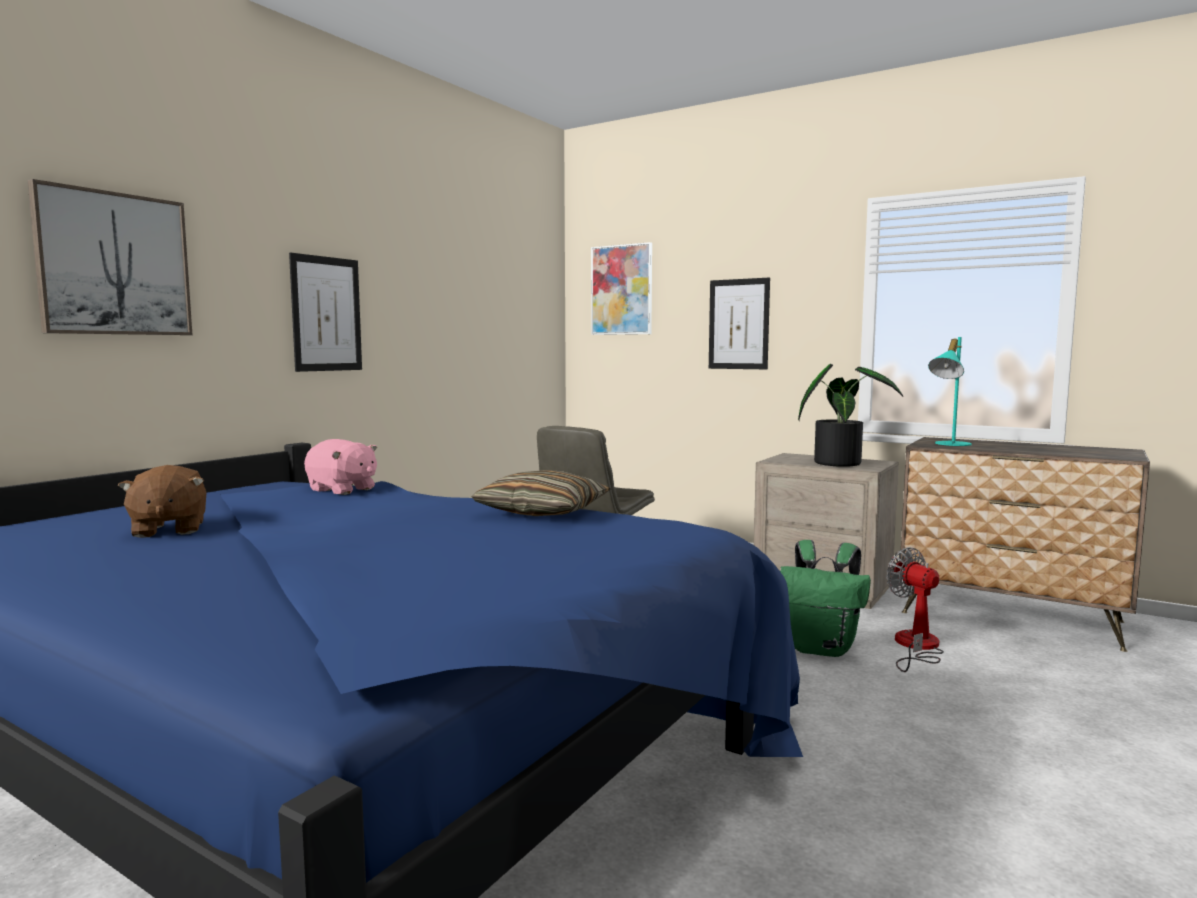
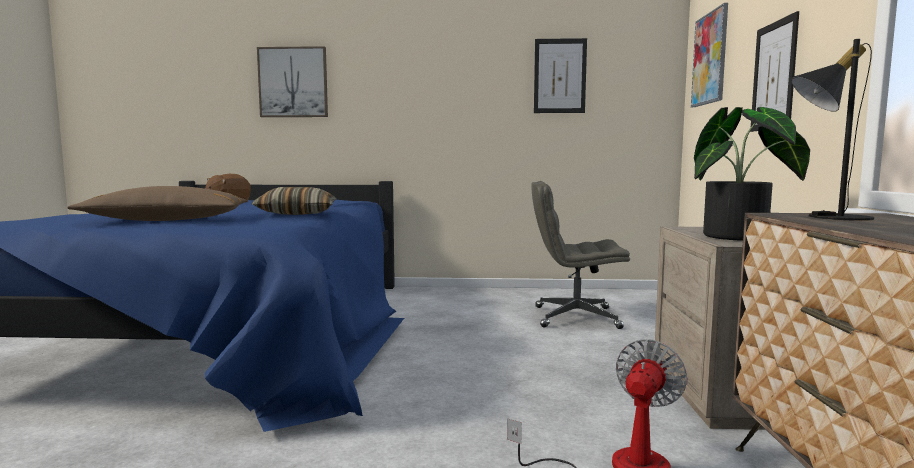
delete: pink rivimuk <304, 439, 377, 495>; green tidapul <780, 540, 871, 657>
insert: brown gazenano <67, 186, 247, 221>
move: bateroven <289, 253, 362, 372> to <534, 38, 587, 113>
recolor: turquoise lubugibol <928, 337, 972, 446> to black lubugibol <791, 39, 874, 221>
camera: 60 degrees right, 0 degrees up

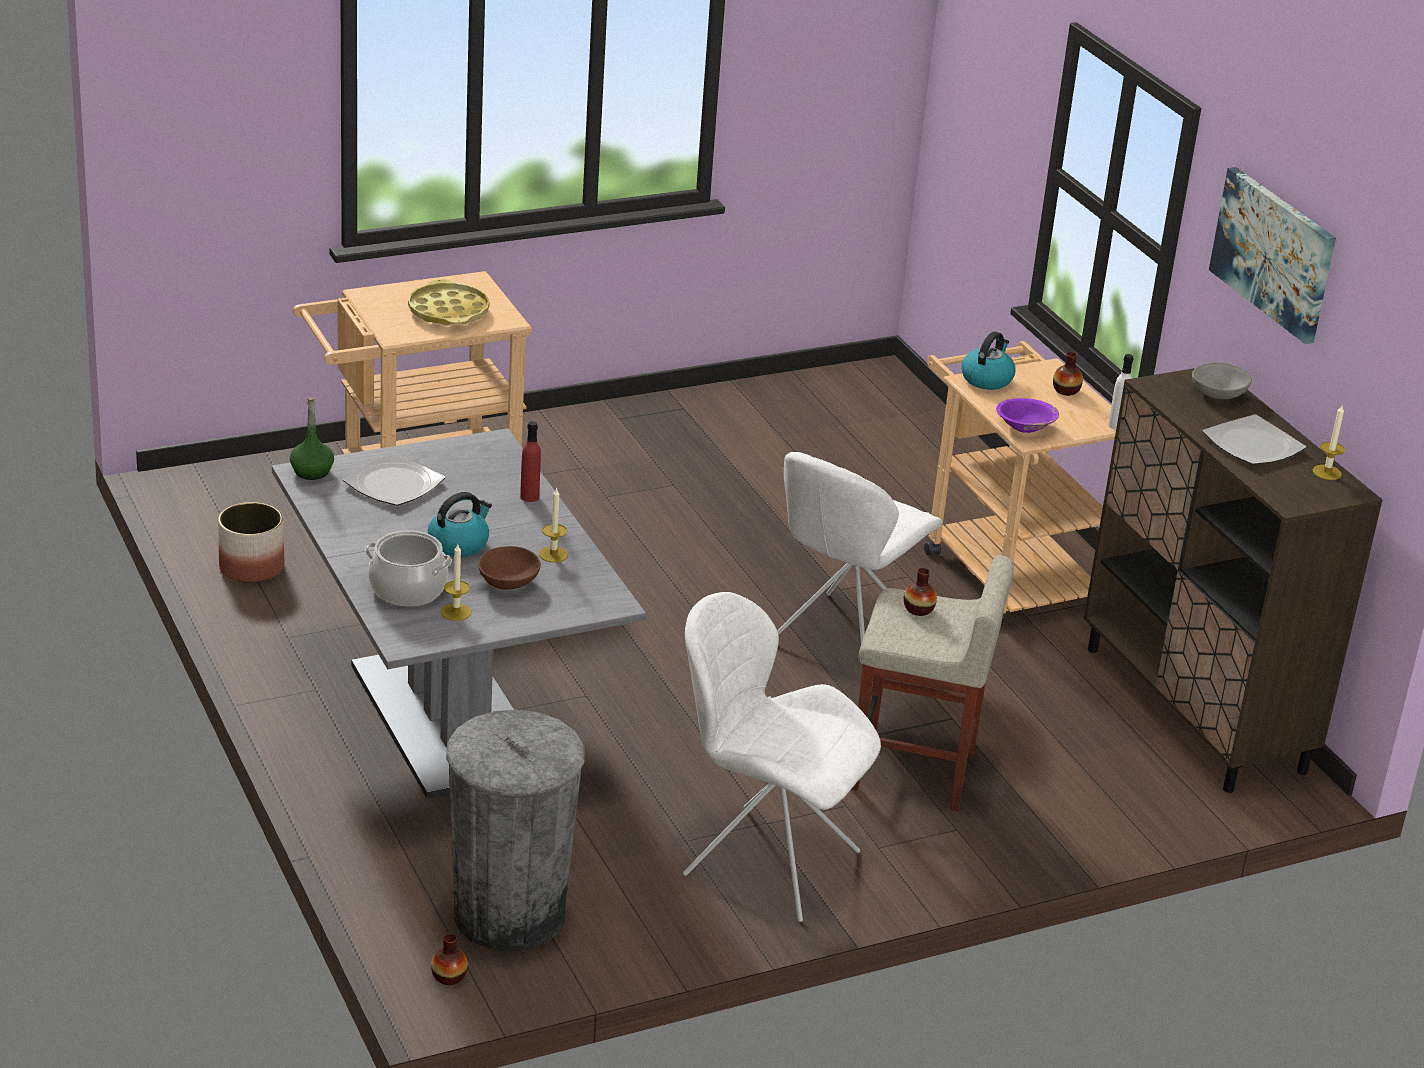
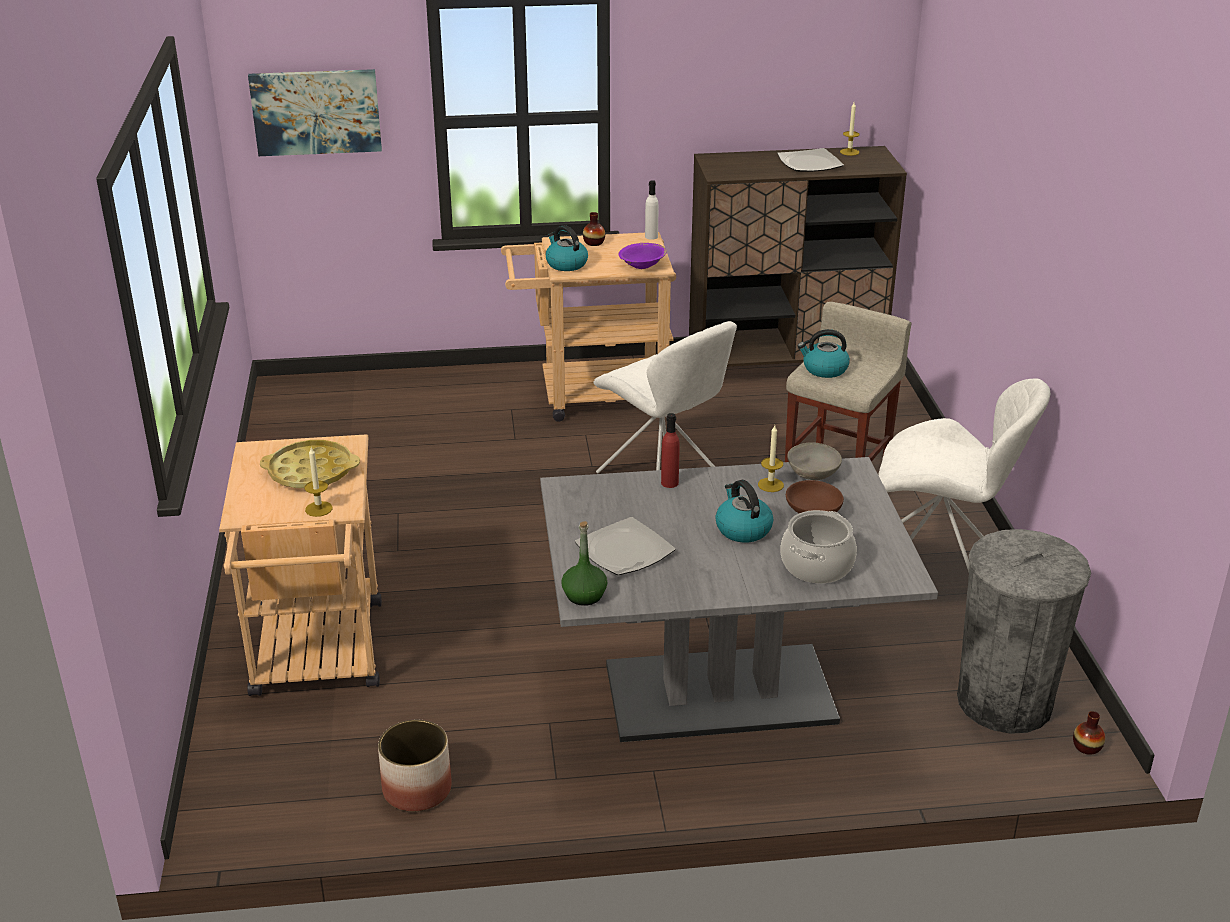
move: bateroven <1209, 167, 1336, 344> to <248, 69, 382, 156>; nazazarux <441, 544, 471, 621> to <304, 448, 333, 517>; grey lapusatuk <1192, 363, 1252, 399> to <787, 442, 842, 480>
replace: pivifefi <904, 568, 937, 616> to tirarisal <798, 329, 850, 378>
rotate: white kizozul <683, 592, 881, 922> = <878, 378, 1050, 572> 120 degrees counterclockwise
camera: 70 degrees left, 0 degrees up

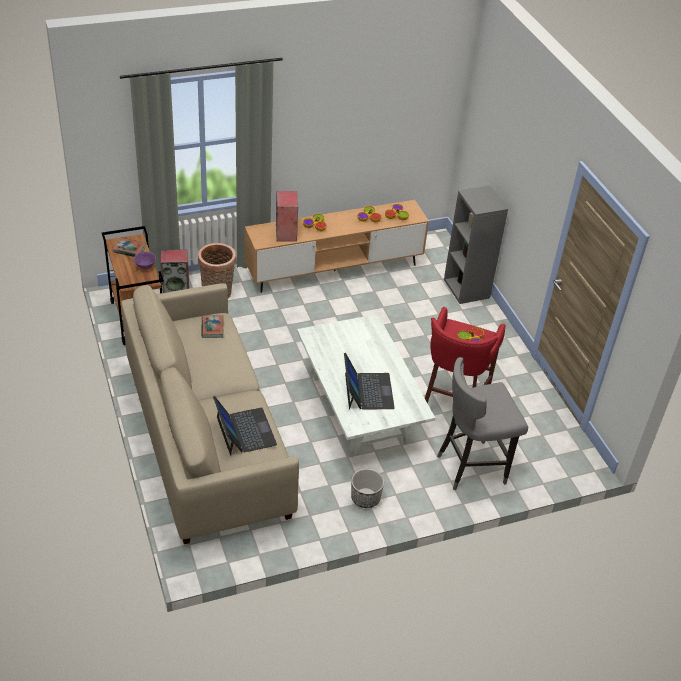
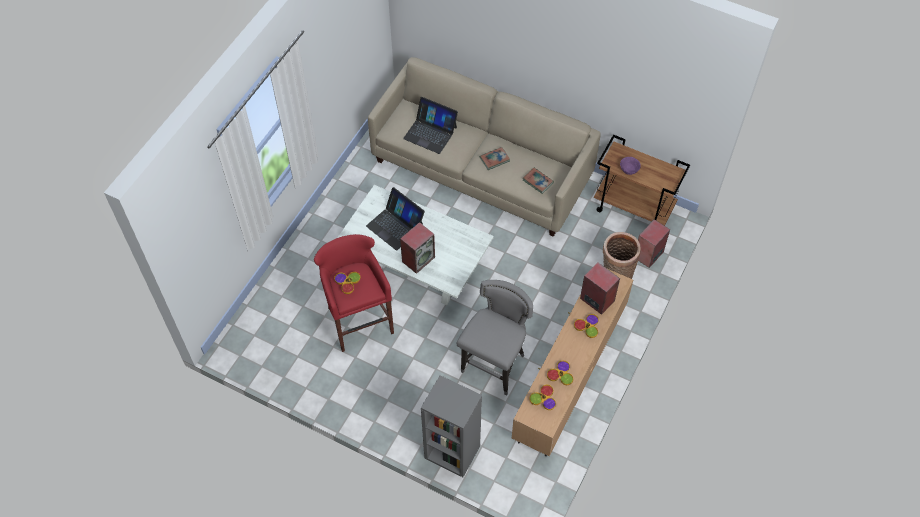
delete: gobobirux <351, 469, 384, 508>
insert: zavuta <400, 222, 435, 274>
move: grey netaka <437, 357, 528, 490> to <457, 280, 533, 395>; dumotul <113, 238, 146, 257> to <480, 147, 510, 170>
camera: 140 degrees right, 15 degrees up

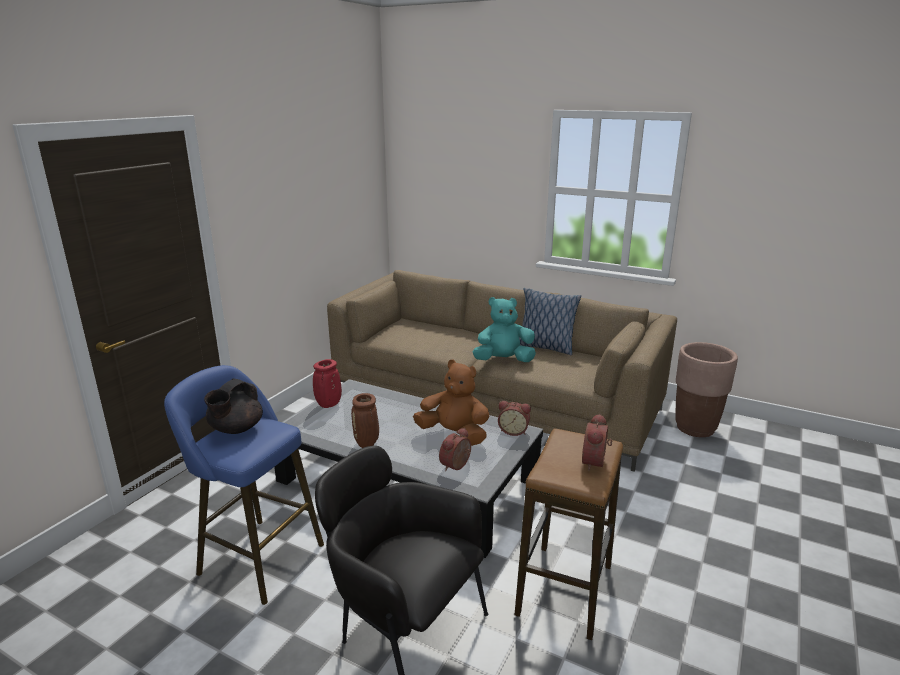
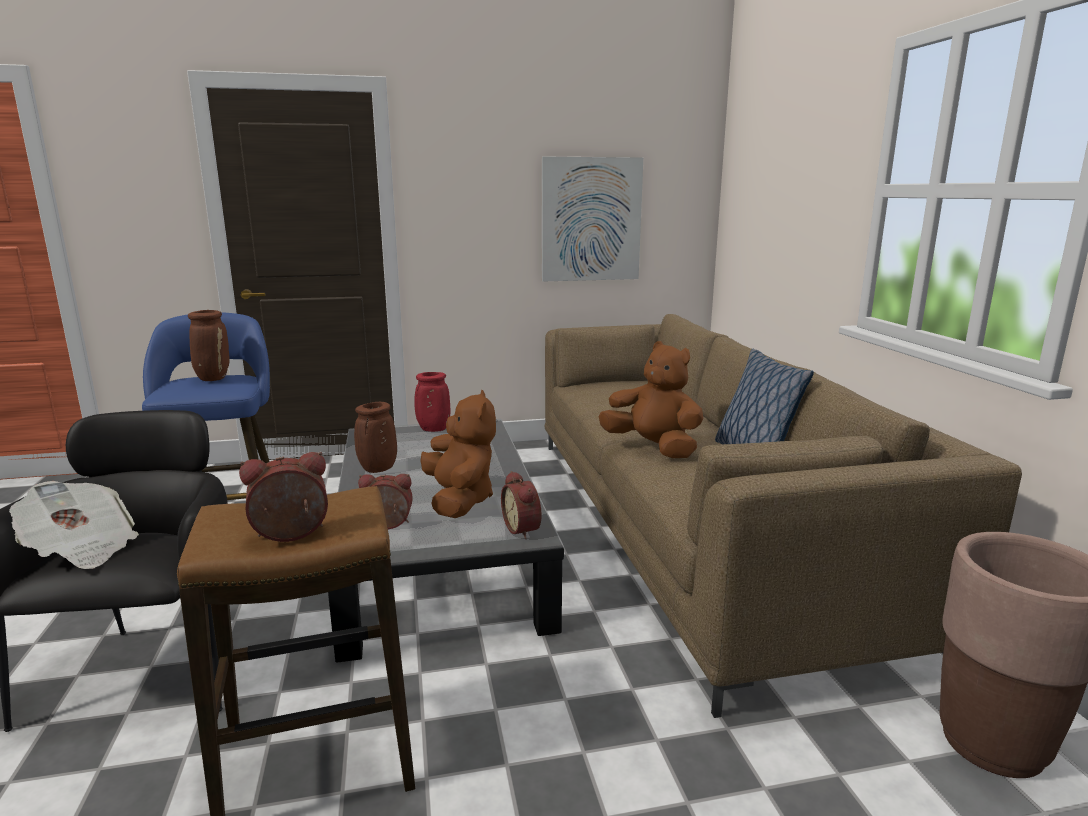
insert: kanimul <9, 481, 139, 569>; bateroven <542, 156, 643, 282>
replace: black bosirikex <204, 379, 263, 434> to brown pivifefi <188, 310, 230, 381>
recolor: turquoise rivimuk <473, 297, 536, 362> to brown rivimuk <598, 341, 703, 458>
camera: 50 degrees right, 5 degrees down

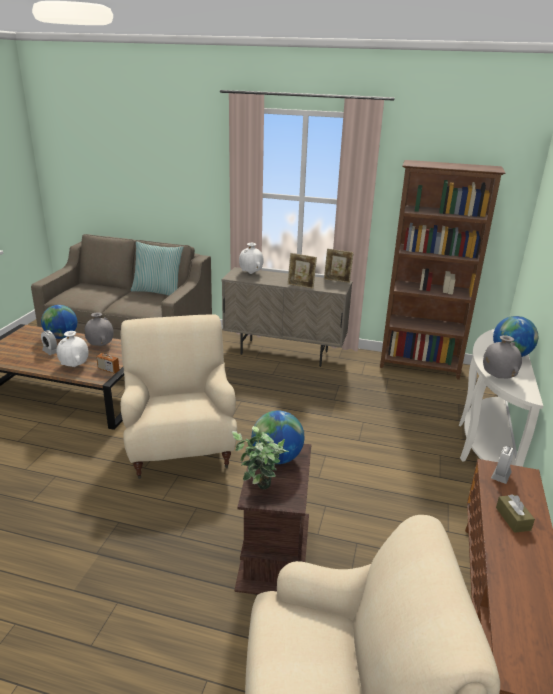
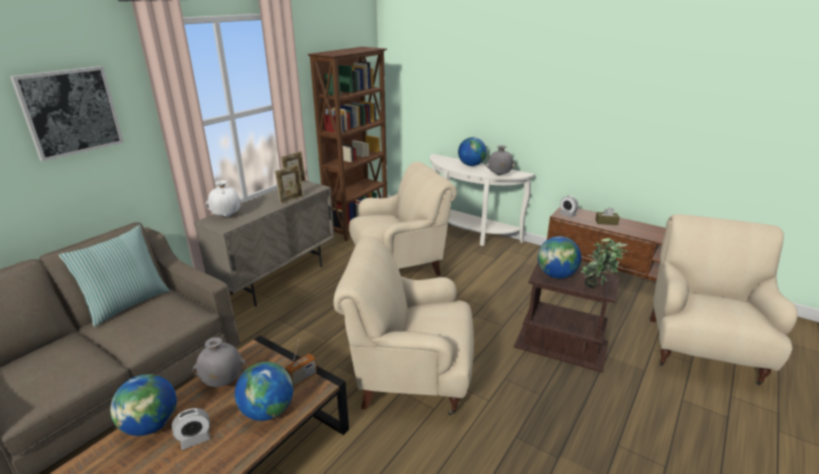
insert: bateroven <10, 66, 124, 161>; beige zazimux <349, 162, 457, 276>
replace: white pivifefi <57, 331, 89, 367> to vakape <235, 362, 293, 421>
camera: 70 degrees left, 0 degrees up

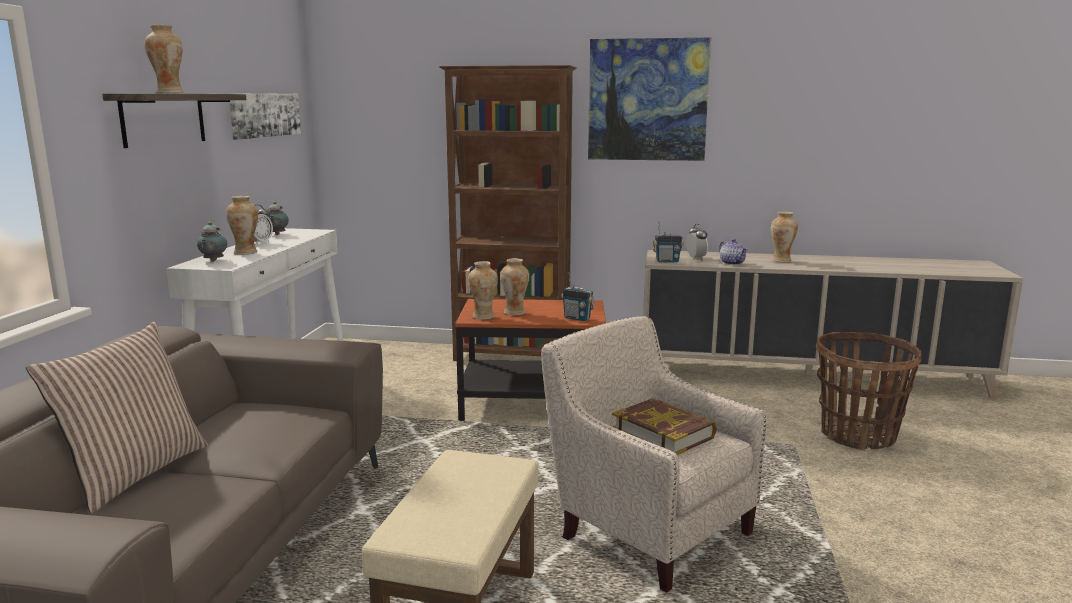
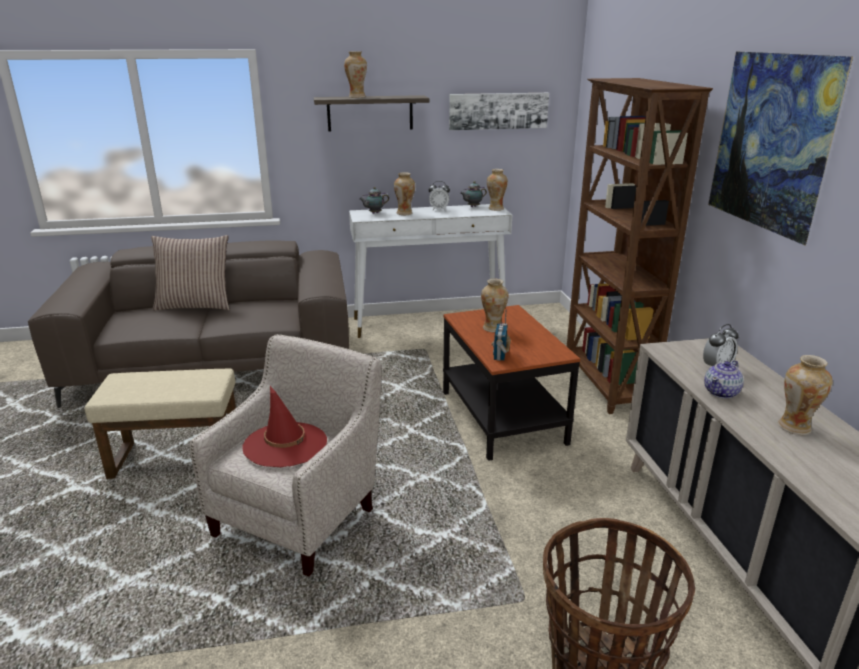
delete: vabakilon <653, 221, 684, 263>
move: pivifefi <468, 261, 498, 320> to <487, 169, 508, 211>
replace: dumotul <612, 398, 717, 455> to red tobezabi <243, 386, 327, 467>
camera: 70 degrees right, 10 degrees up

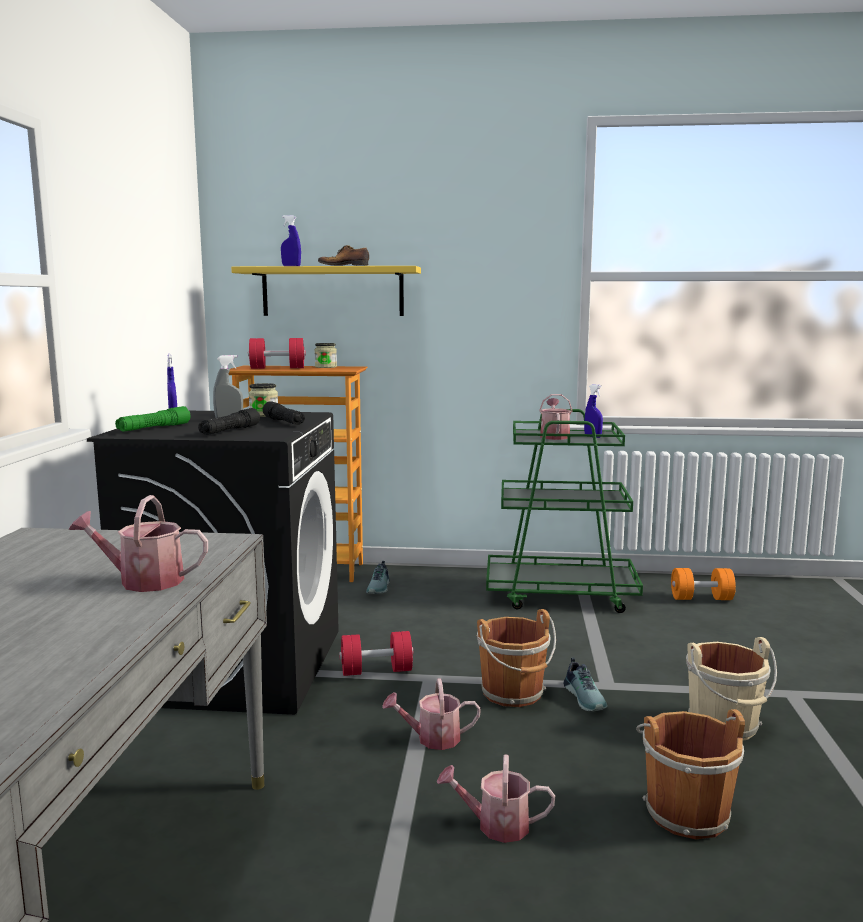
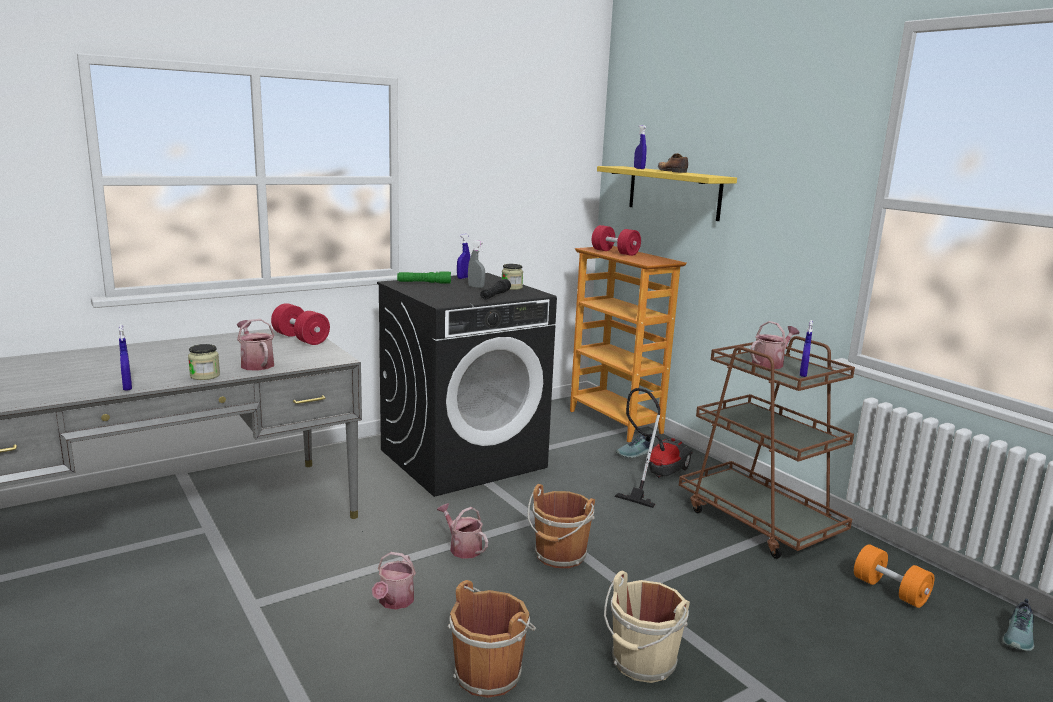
delete: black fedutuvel <198, 408, 260, 435>
insert: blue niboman <119, 324, 132, 391>; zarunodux <614, 388, 693, 508>
move: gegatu <314, 343, 337, 368> to <188, 344, 220, 380>; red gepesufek <339, 631, 413, 676> to <271, 303, 330, 345>; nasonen <563, 658, 607, 711> to <1003, 598, 1034, 651>
recolor: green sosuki <486, 409, 643, 613> to brown sosuki <679, 336, 855, 559>
rotate: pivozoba <436, 754, 555, 843> = <372, 552, 416, 610> 135 degrees counterclockwise
camera: 50 degrees right, 5 degrees up

